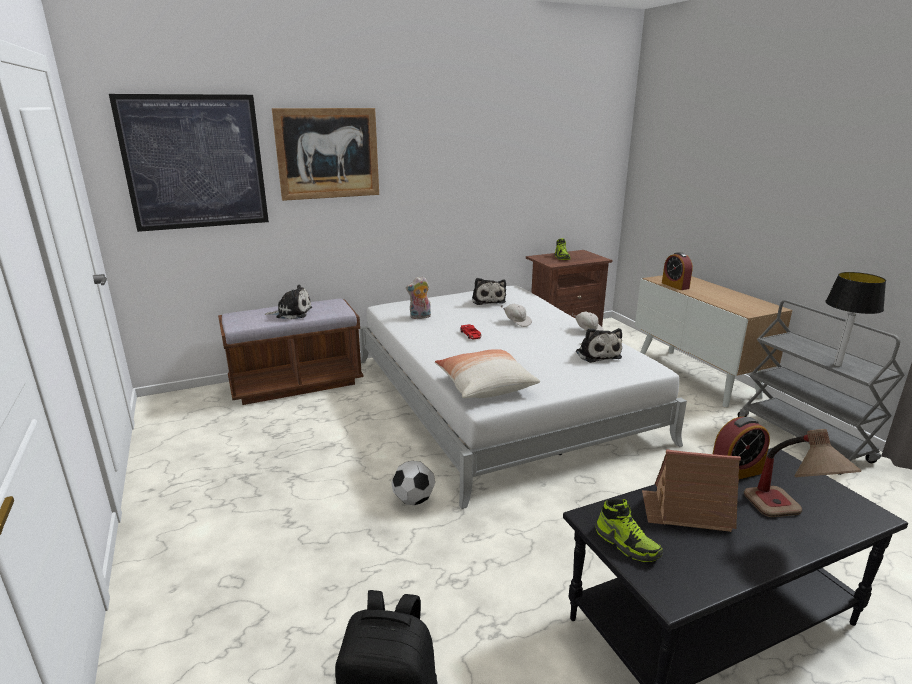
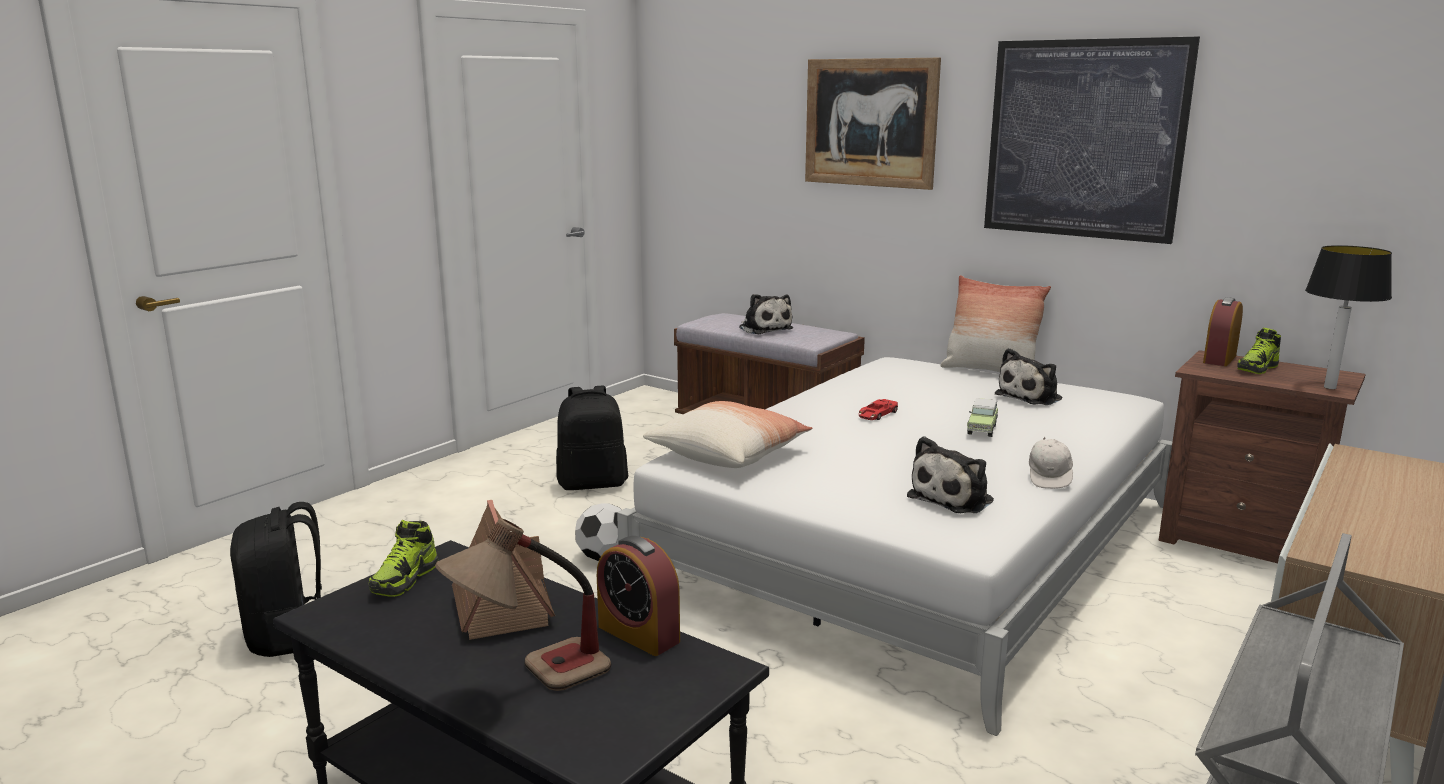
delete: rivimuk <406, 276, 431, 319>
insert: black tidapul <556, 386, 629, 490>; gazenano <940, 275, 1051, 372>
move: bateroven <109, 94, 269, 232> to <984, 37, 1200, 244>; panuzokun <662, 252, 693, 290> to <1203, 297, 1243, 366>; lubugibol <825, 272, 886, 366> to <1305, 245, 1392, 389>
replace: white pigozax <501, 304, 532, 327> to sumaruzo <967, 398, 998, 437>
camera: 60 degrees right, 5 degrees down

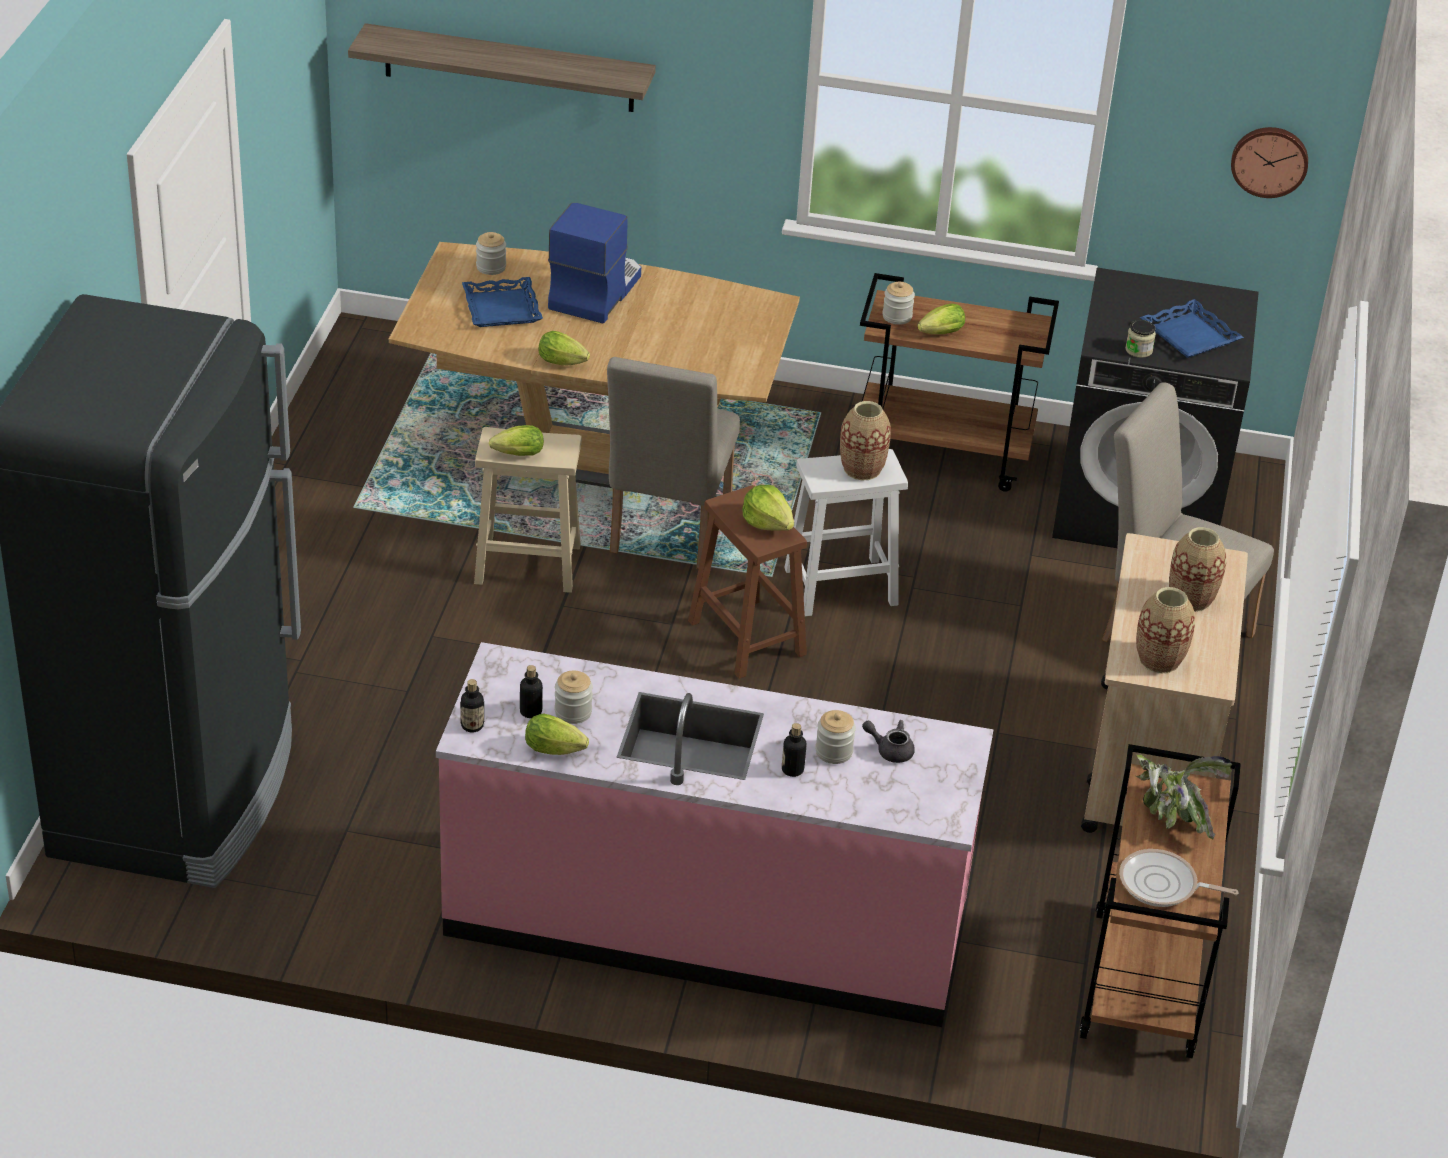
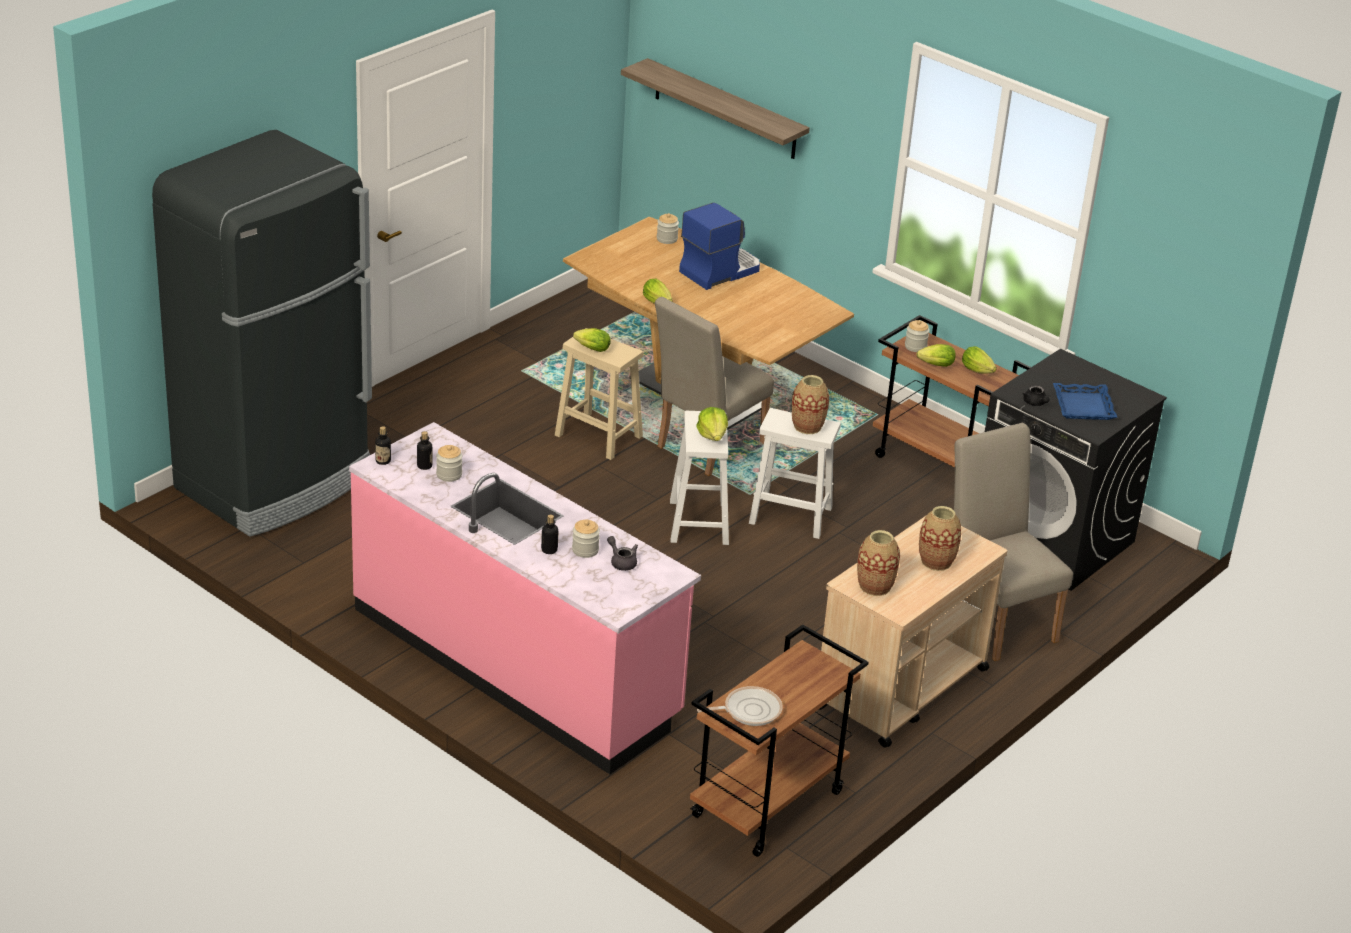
delete: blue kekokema <462, 277, 543, 327>; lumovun <1136, 755, 1232, 839>; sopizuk <1231, 127, 1308, 198>
move: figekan <525, 714, 589, 755> to <962, 346, 997, 374>
replace: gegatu <1125, 320, 1156, 358> to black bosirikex <1023, 385, 1050, 406>
recolor: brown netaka <688, 485, 807, 679> to white netaka <670, 411, 729, 545>
rotate: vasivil <1119, 849, 1239, 907> = <697, 686, 783, 726> 120 degrees clockwise
camera: 30 degrees right, 5 degrees down

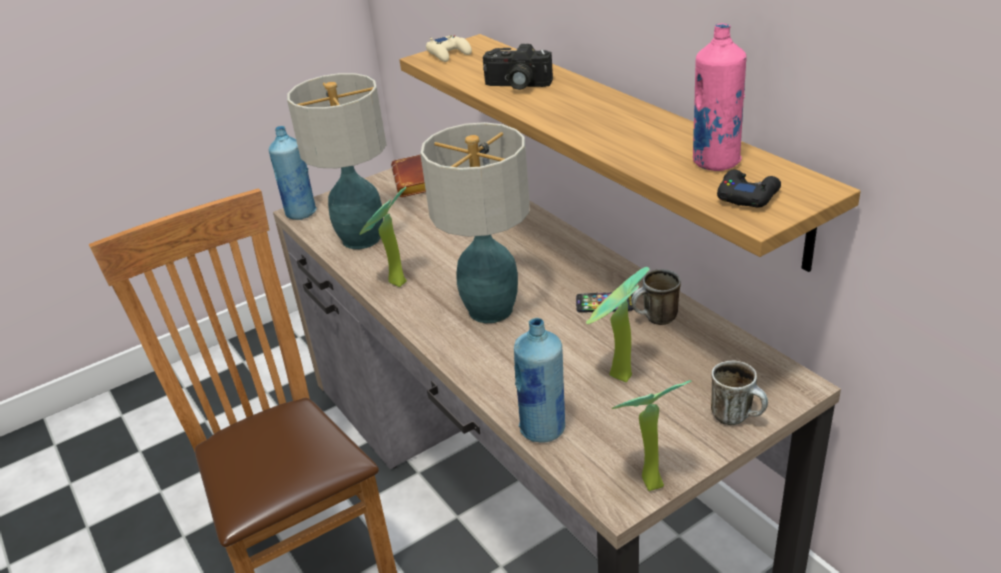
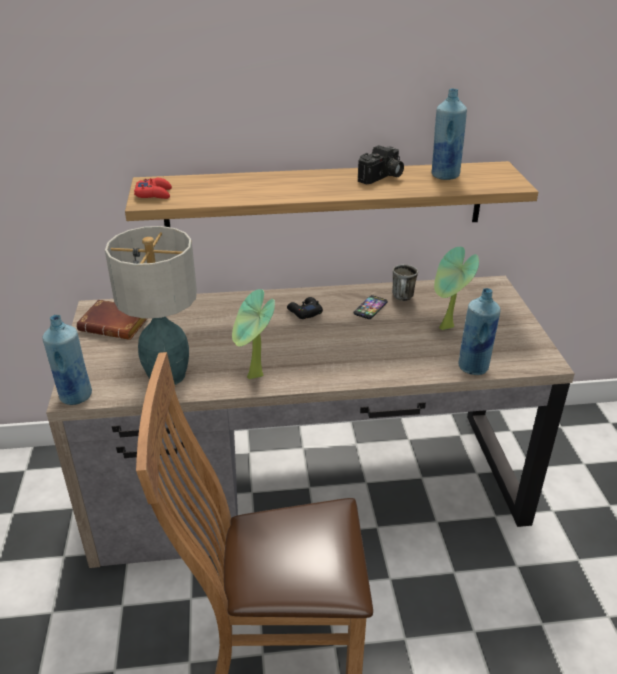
delete: lubugibol <420, 122, 530, 323>; lumovun <612, 380, 692, 491>; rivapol <711, 361, 768, 425>
move: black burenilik <717, 170, 781, 207> to <287, 297, 323, 319>; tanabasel <483, 44, 553, 90> to <358, 145, 404, 185>
recolor: beige burenilik <426, 35, 472, 62> to red burenilik <134, 178, 172, 199>; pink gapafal <693, 23, 747, 171> to blue gapafal <432, 88, 467, 180>
camera: 65 degrees left, 0 degrees up

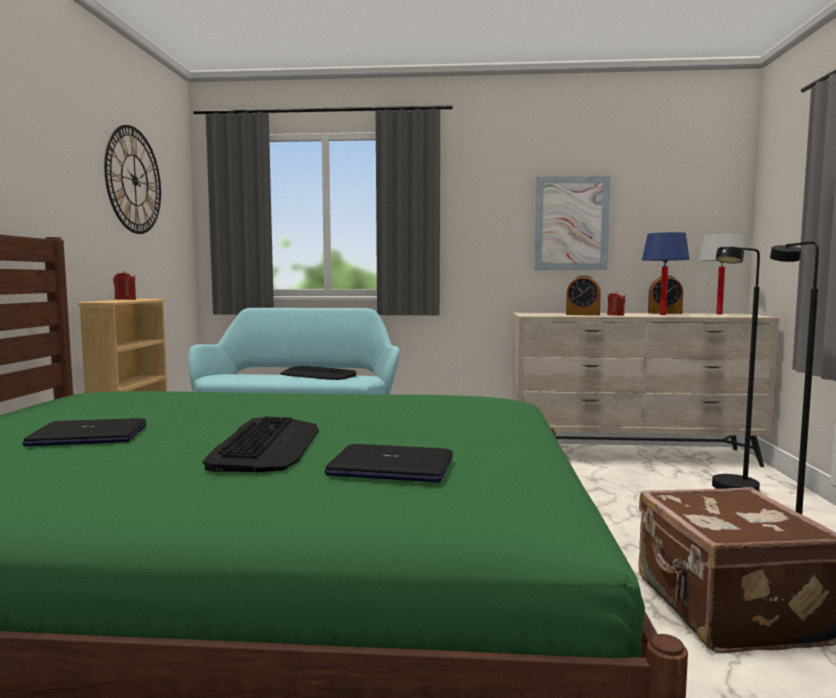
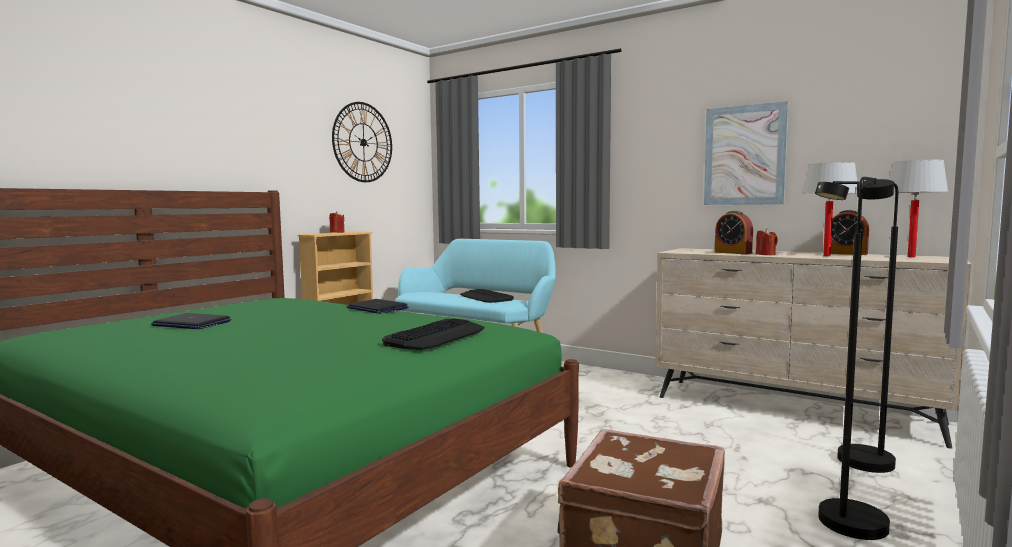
move: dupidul <324, 444, 453, 483> to <346, 299, 408, 314>; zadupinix <203, 416, 319, 472> to <382, 318, 485, 350>
recolor: blue lubugibol <642, 232, 690, 315> to white lubugibol <802, 162, 857, 256>
camera: 30 degrees right, 0 degrees up

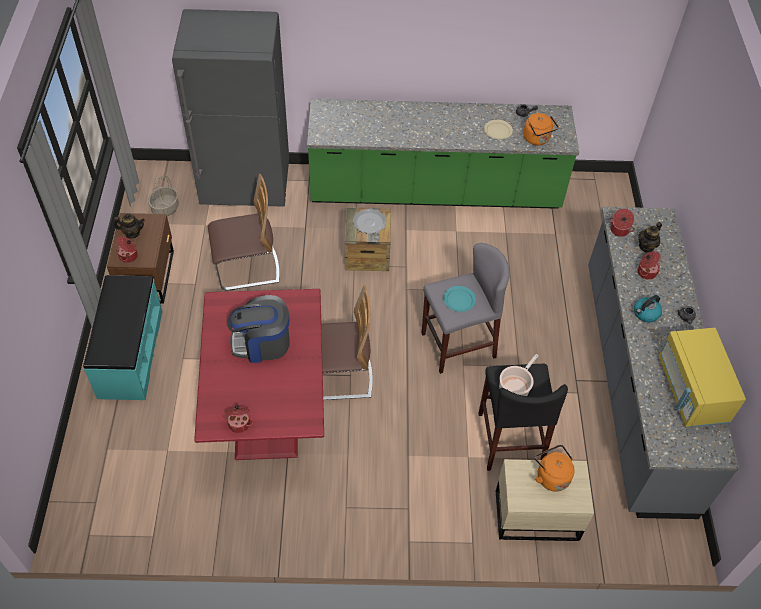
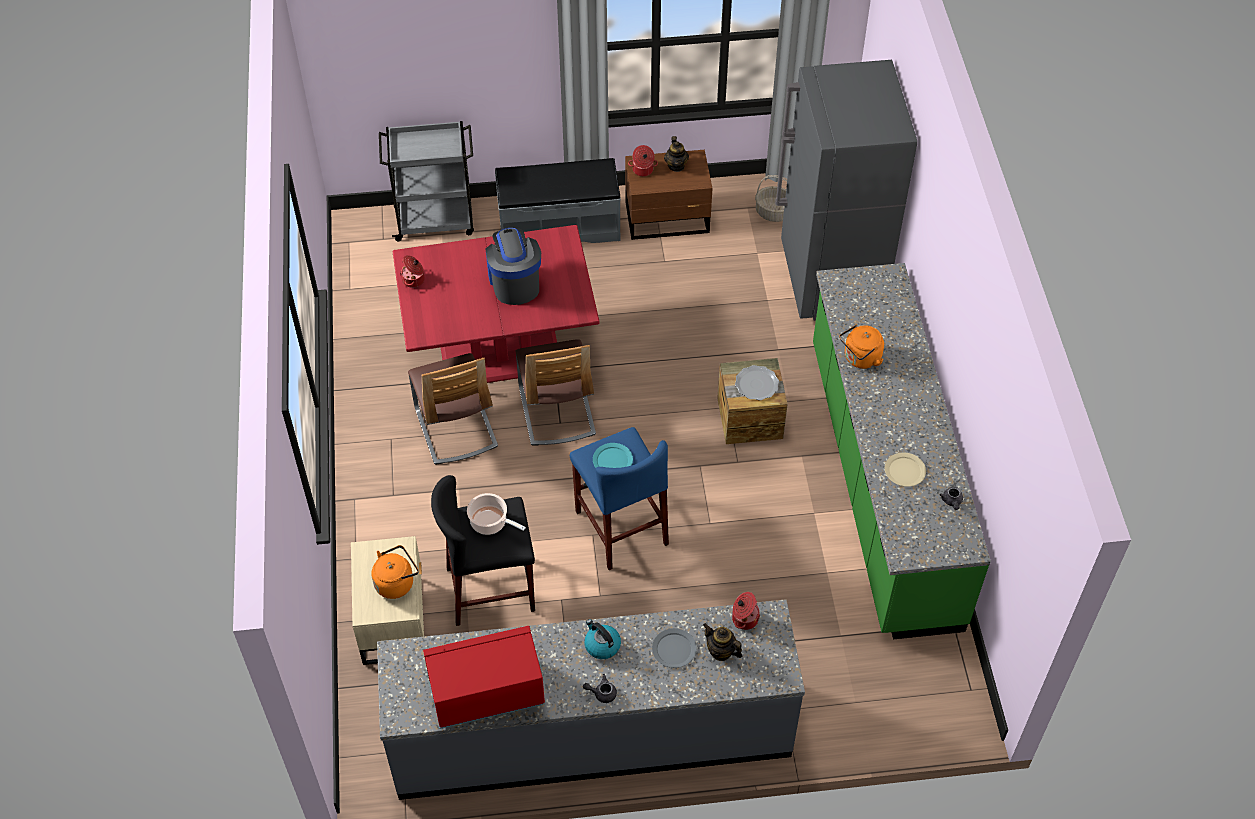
insert: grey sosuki <379, 121, 474, 242>
move: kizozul <208, 174, 280, 290> to <408, 353, 498, 464>; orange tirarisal <523, 113, 559, 145> to <839, 325, 884, 369>
replace: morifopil <638, 251, 660, 280> to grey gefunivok <652, 628, 697, 668>
recolor: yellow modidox <658, 328, 746, 427> to red modidox <423, 626, 545, 729>; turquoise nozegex <83, 275, 163, 400> to grey nozegex <495, 158, 621, 243>; grey netaka <422, 243, 510, 374> to blue netaka <570, 427, 669, 570>
camera: 85 degrees right, 0 degrees up

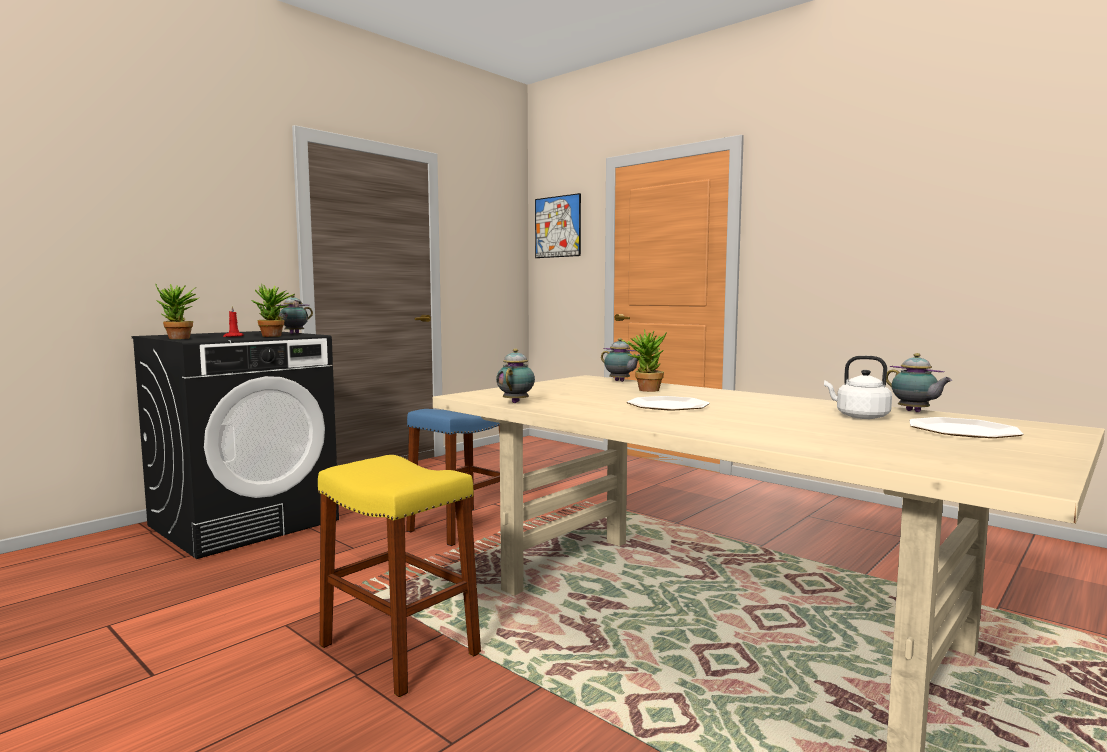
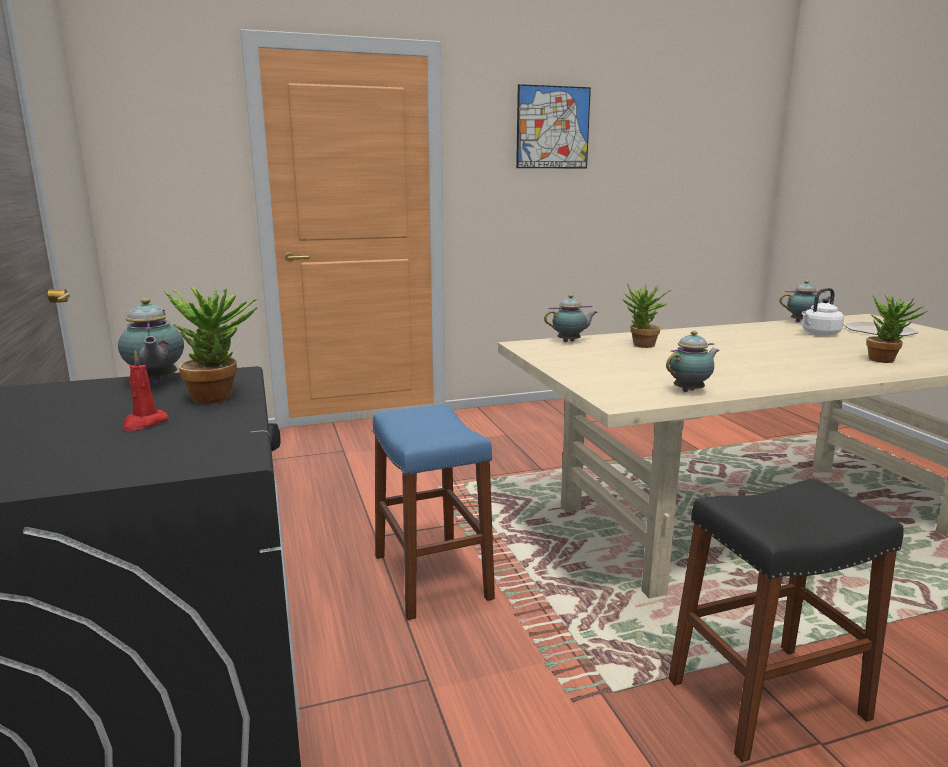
delete: gefunivok <627, 396, 710, 411>
move: bateroven <535, 193, 581, 258> to <516, 84, 591, 168>; lumovun <155, 283, 198, 339> to <866, 295, 927, 363>
recolor: yellow netaka <318, 455, 481, 697> to black netaka <669, 478, 904, 762>
rotate: bosirikex <496, 349, 535, 403> = <666, 331, 719, 392> 105 degrees clockwise
camera: 60 degrees left, 10 degrees up

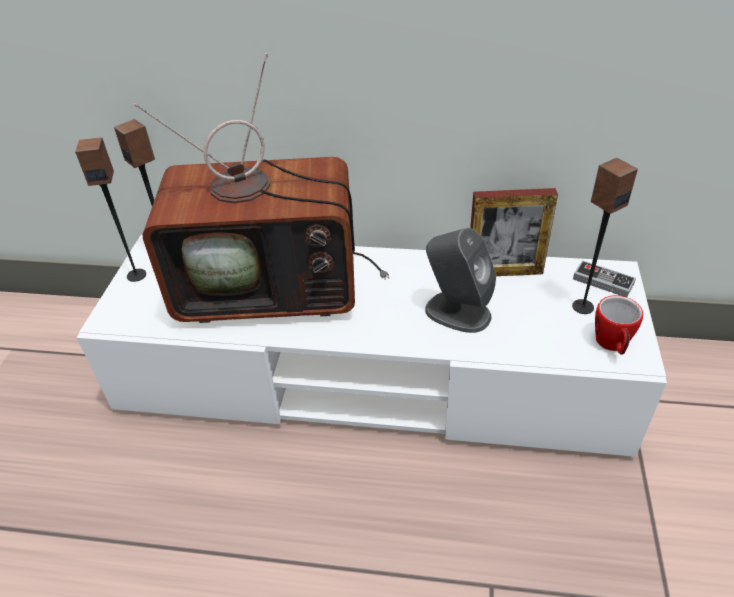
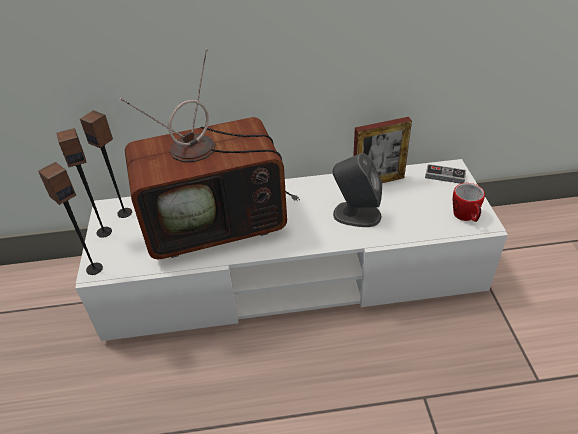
move: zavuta <572, 158, 638, 314> to <38, 162, 103, 275>
camera: 15 degrees left, 0 degrees up

